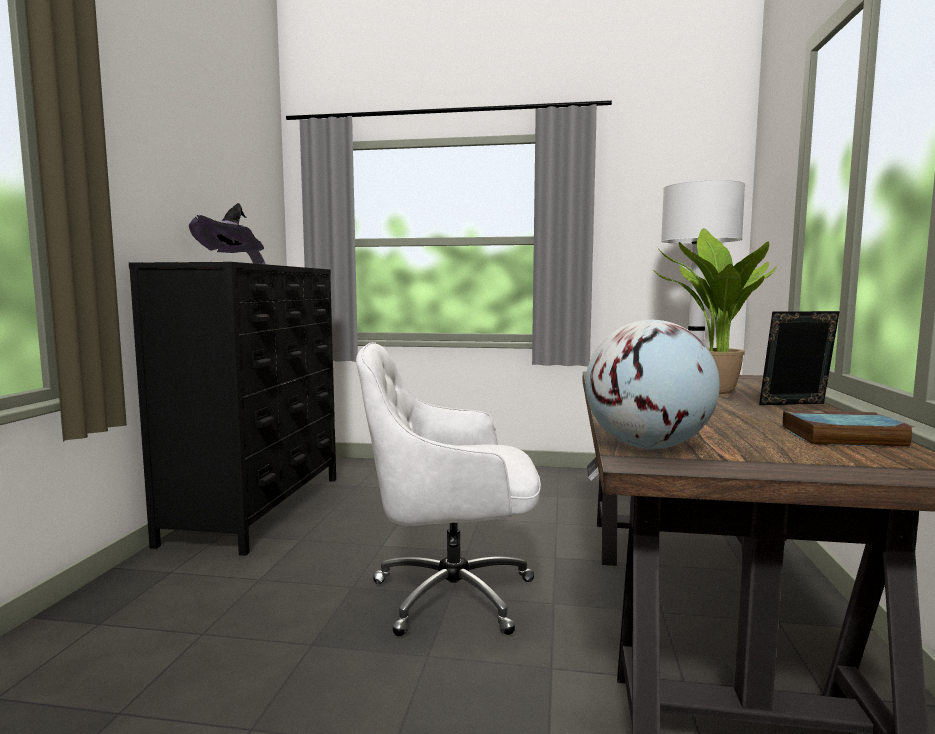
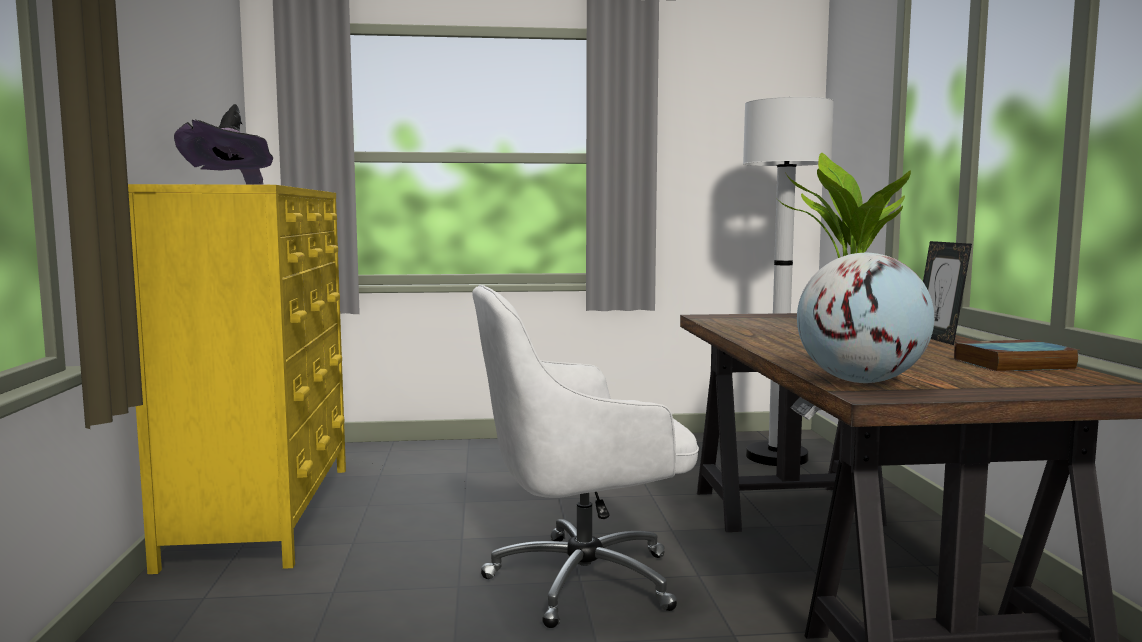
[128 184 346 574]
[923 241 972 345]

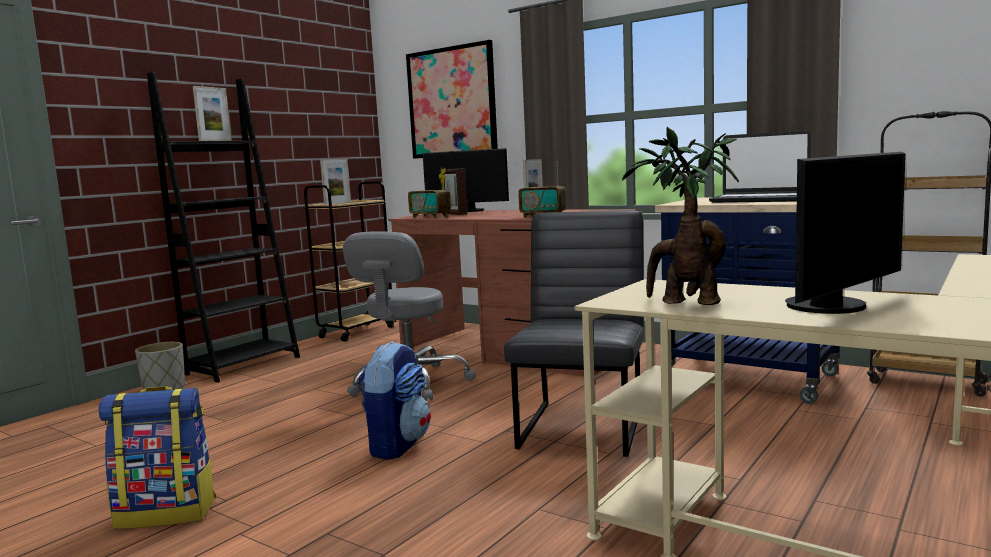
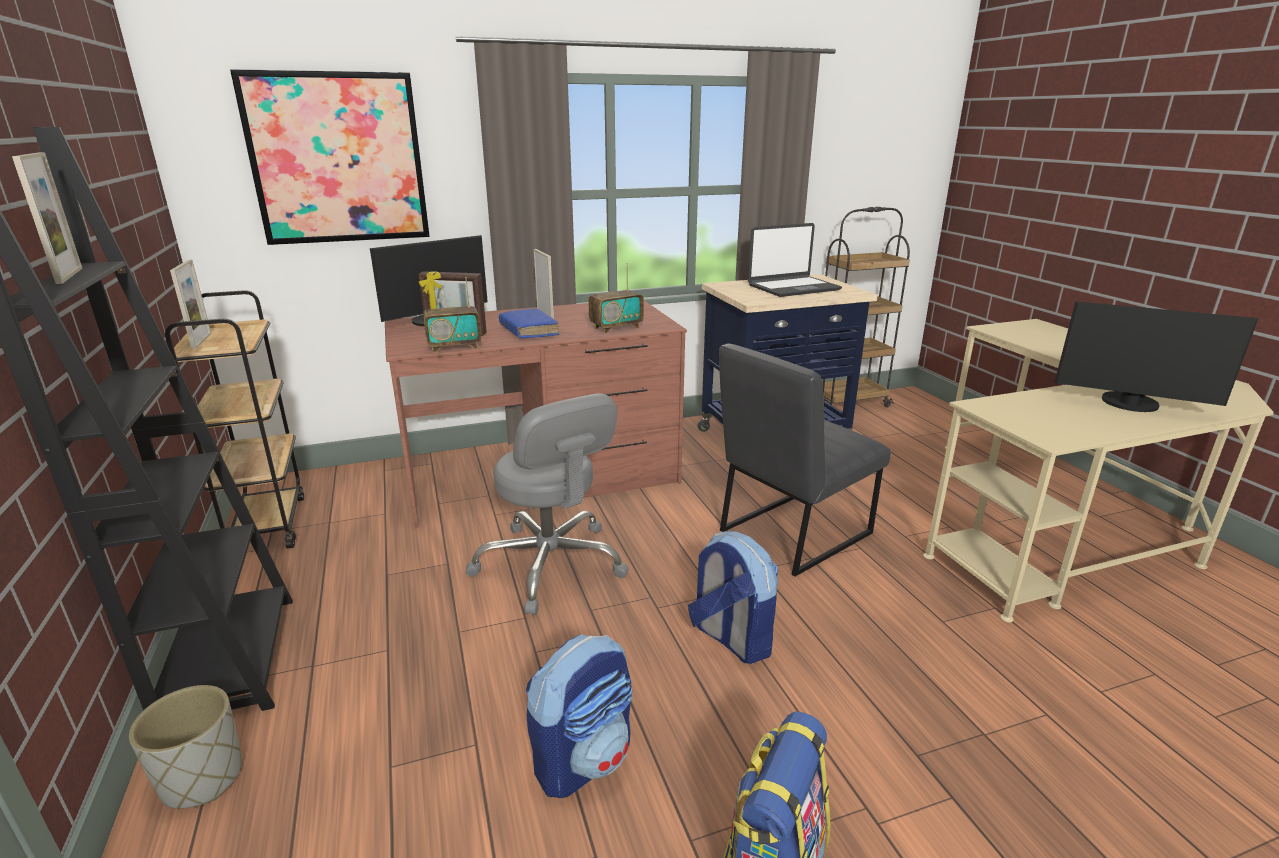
[622 127 739 305] (first image)
[1054 301 1259 412]
[719 344 891 576]
[499 308 559 338]
[526 634 633 798]

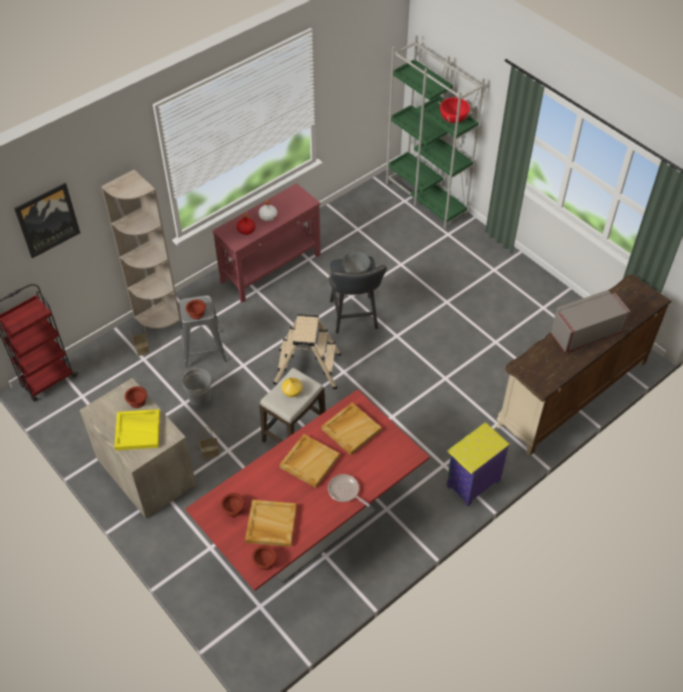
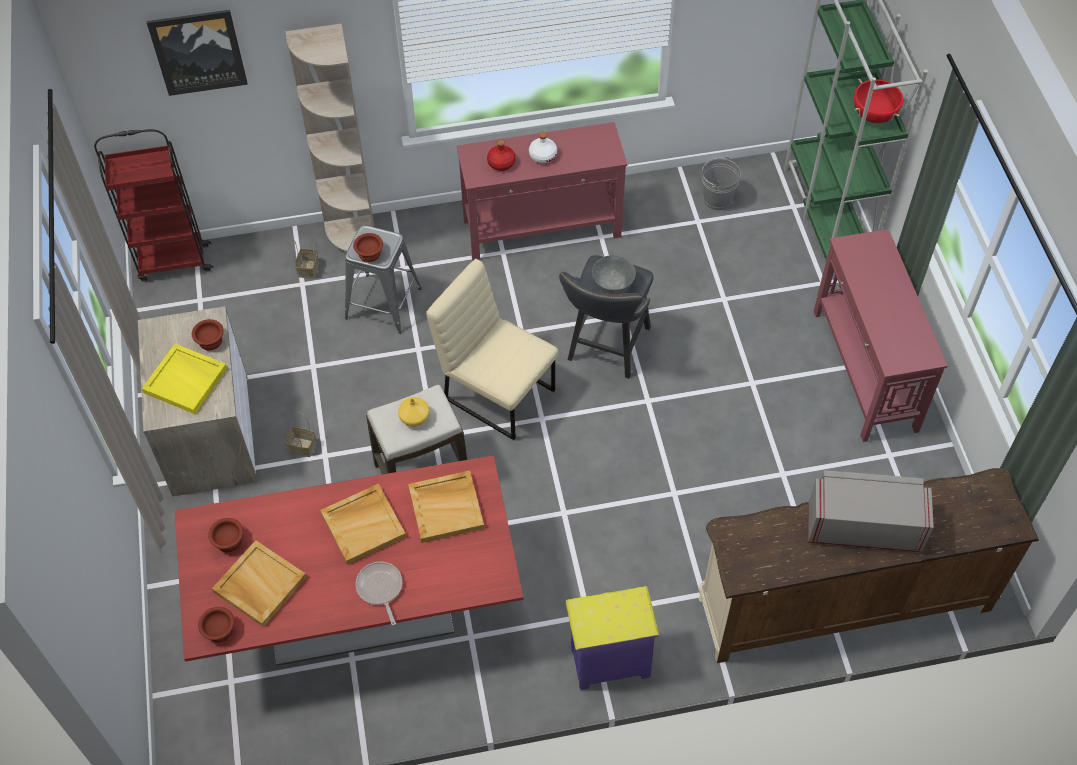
[426 259 558 440]
[702 156 741 210]
[814 229 947 442]

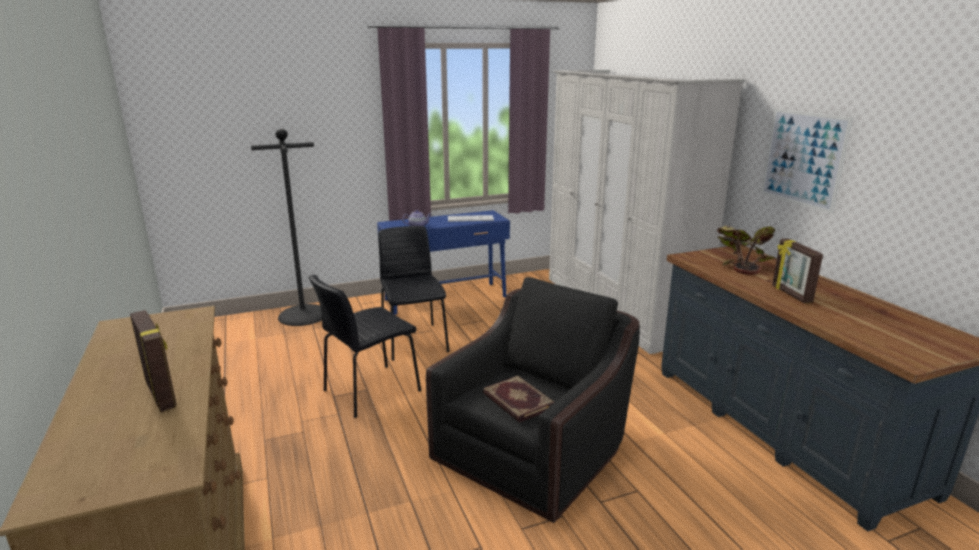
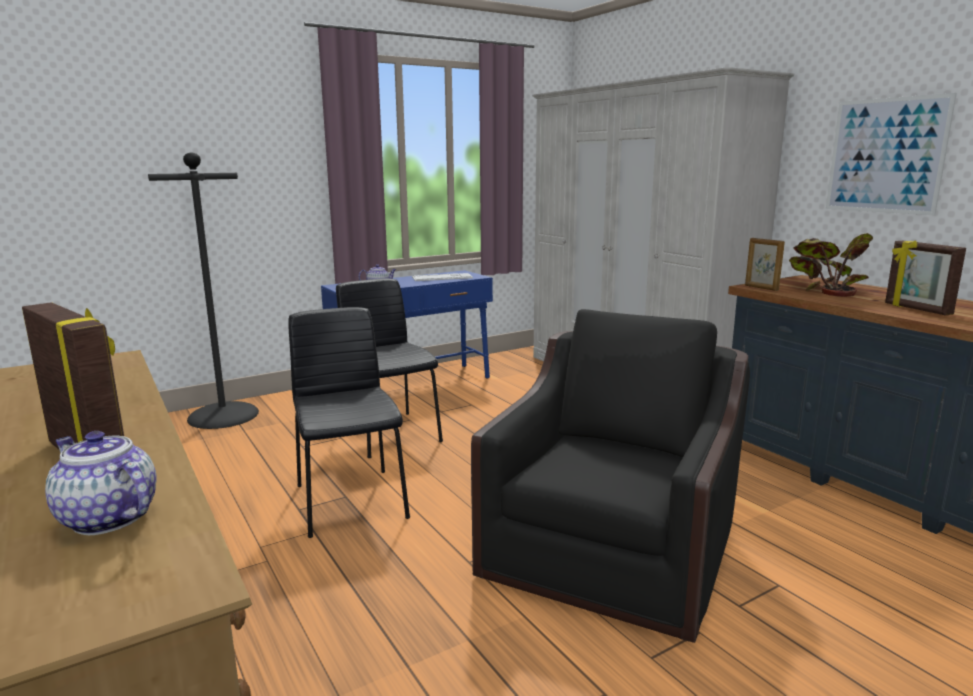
[288 307 410 538]
[483 376 554 422] (first image)
[745 238 785 291]
[45 431 157 535]

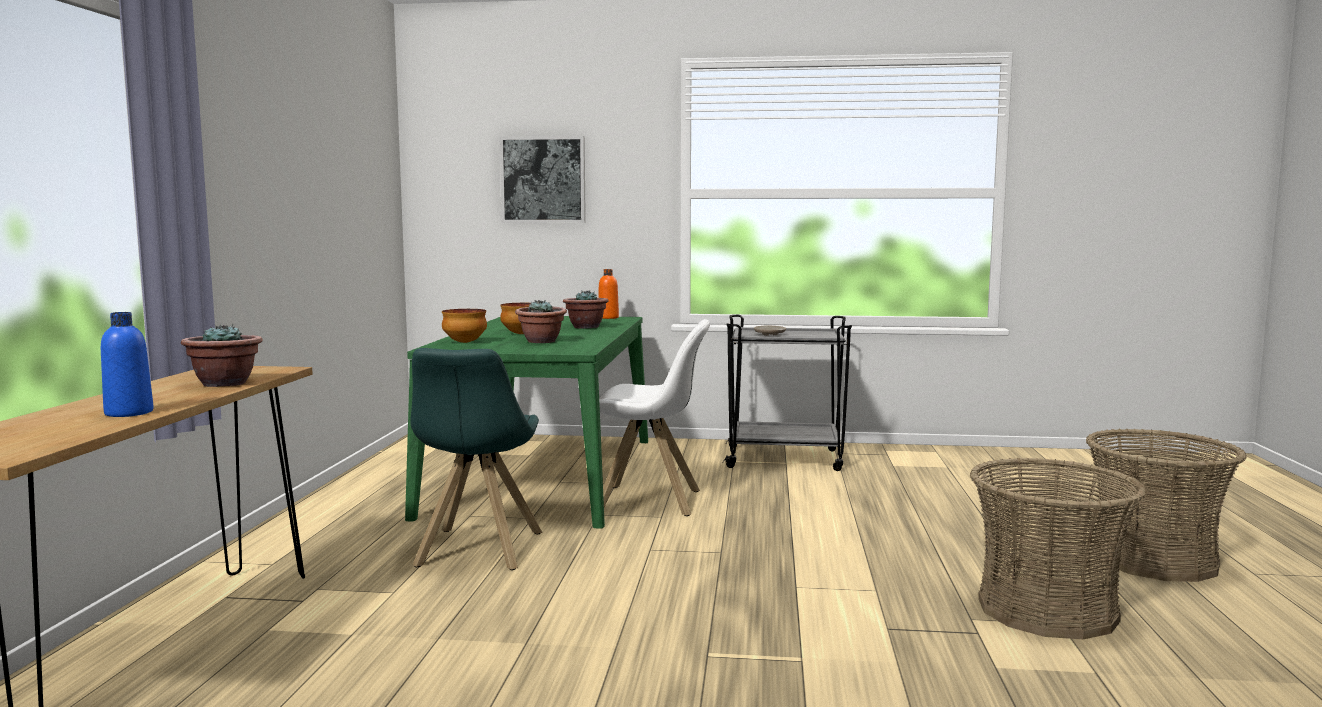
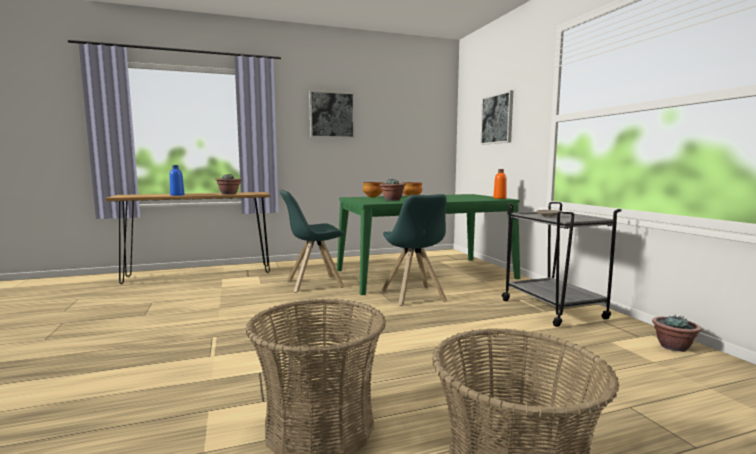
[652 314 702 352]
[382 194 447 306]
[309 90 355 138]

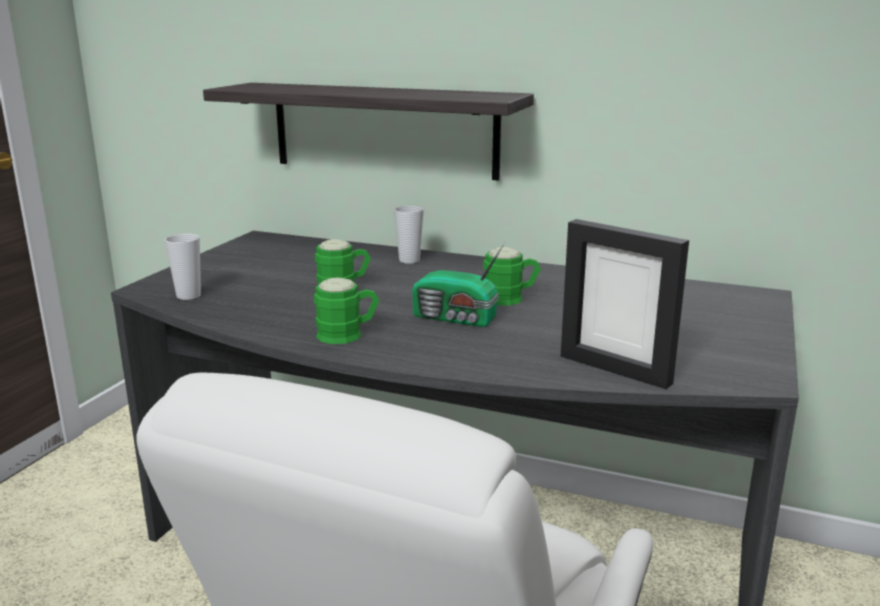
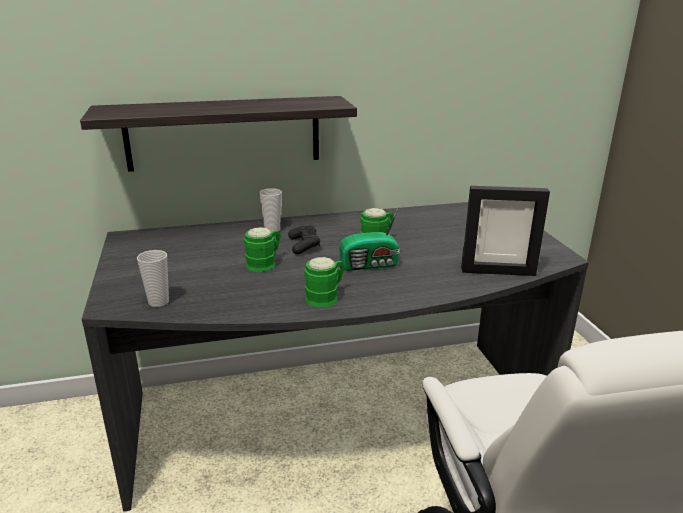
[288 225 320 255]

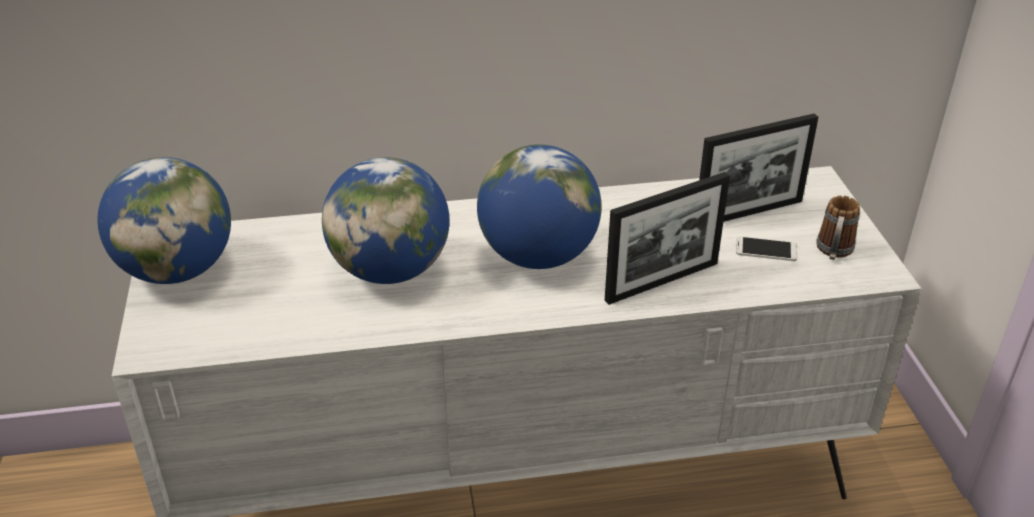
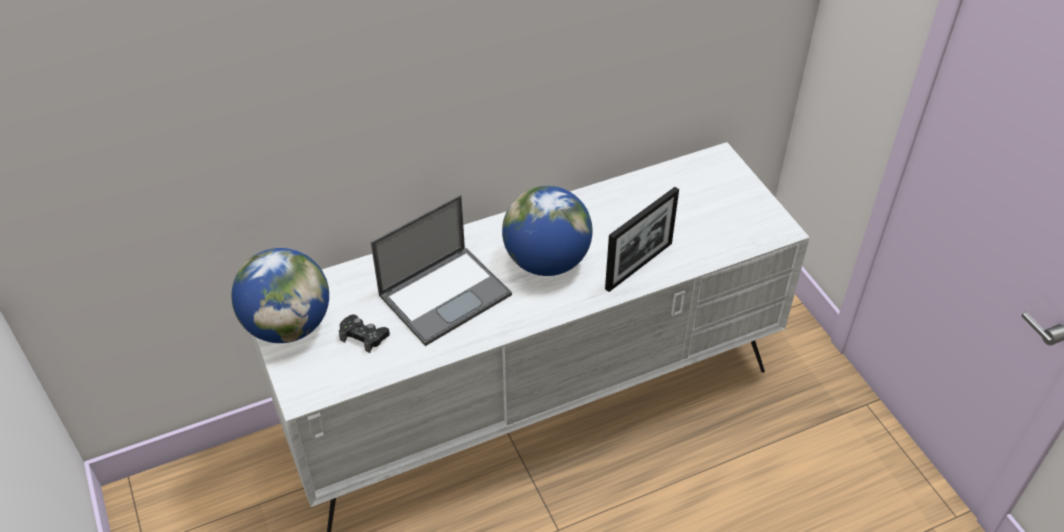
[699 114 818 222] (first image)
[371 195 512 346]
[816 196 860 260] (first image)
[736 236 797 261] (first image)
[339 314 390 353]

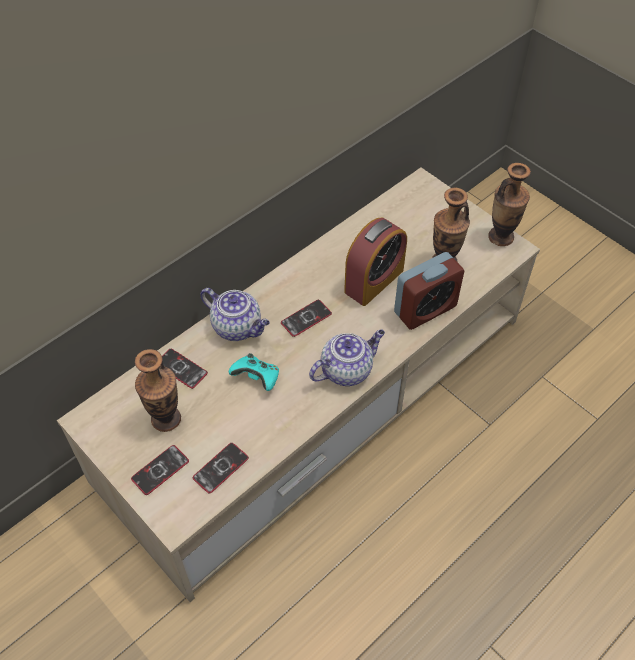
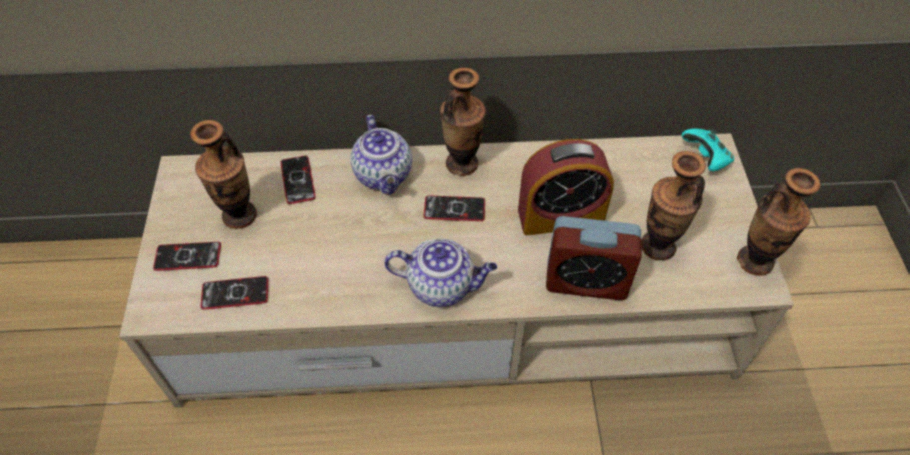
[682 129 734 171]
[440 68 486 176]

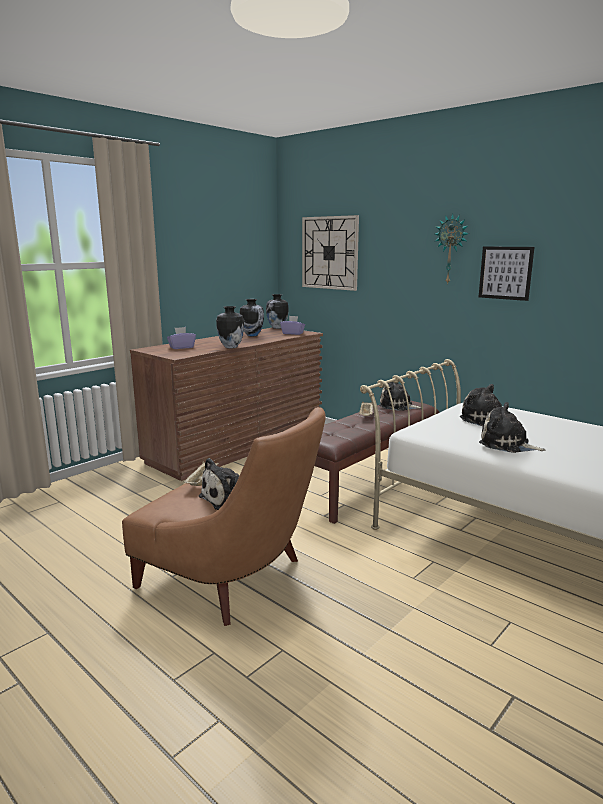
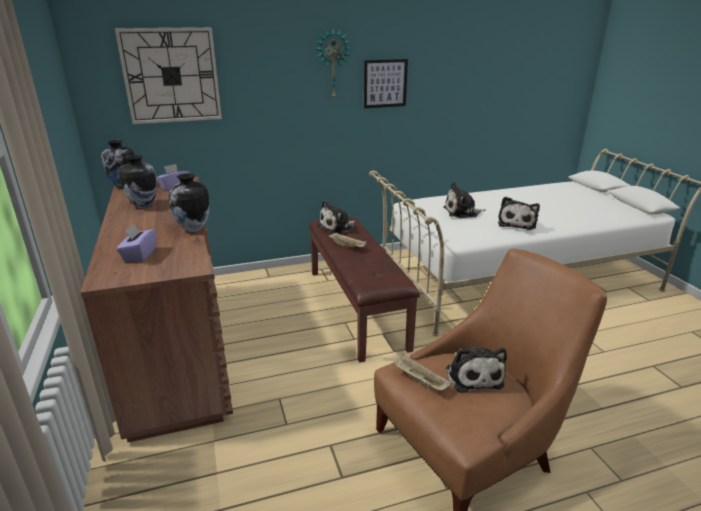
[498 197 540 230]

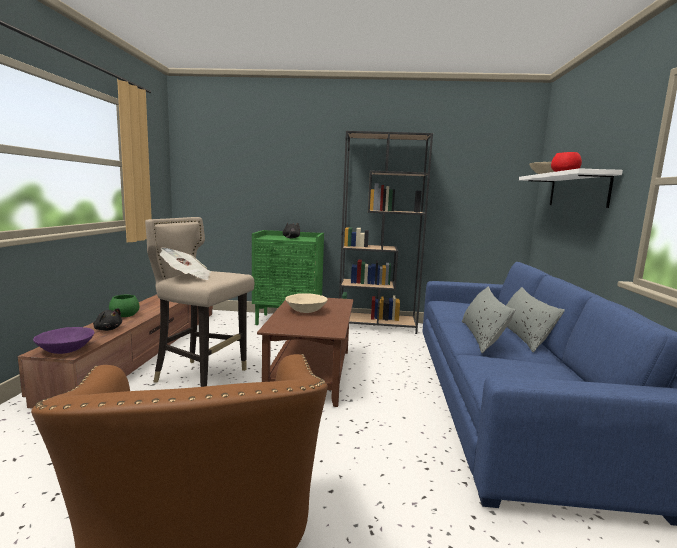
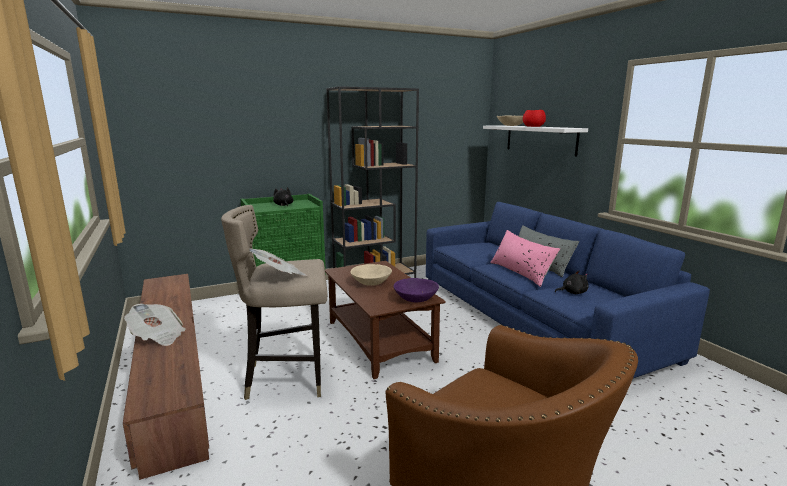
[490 230 560 287]
[124 304 186 346]
[555 270 589 294]
[394 278 439 302]

